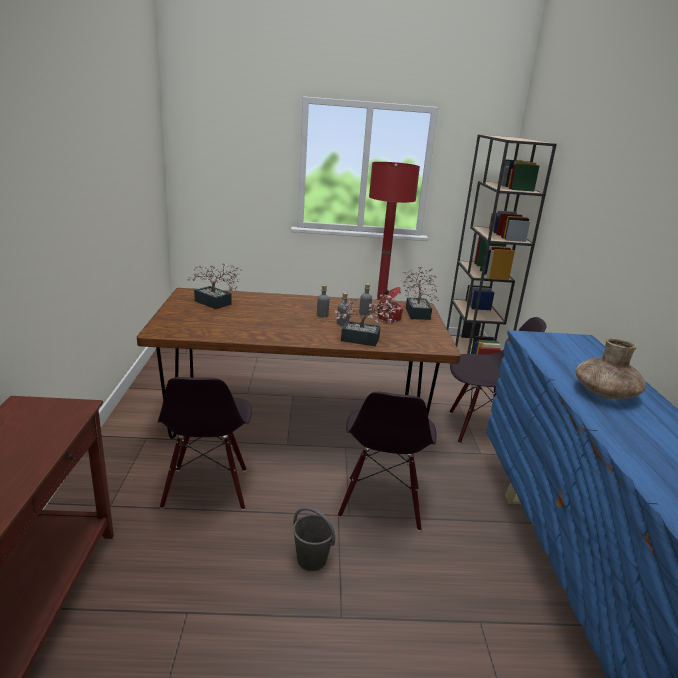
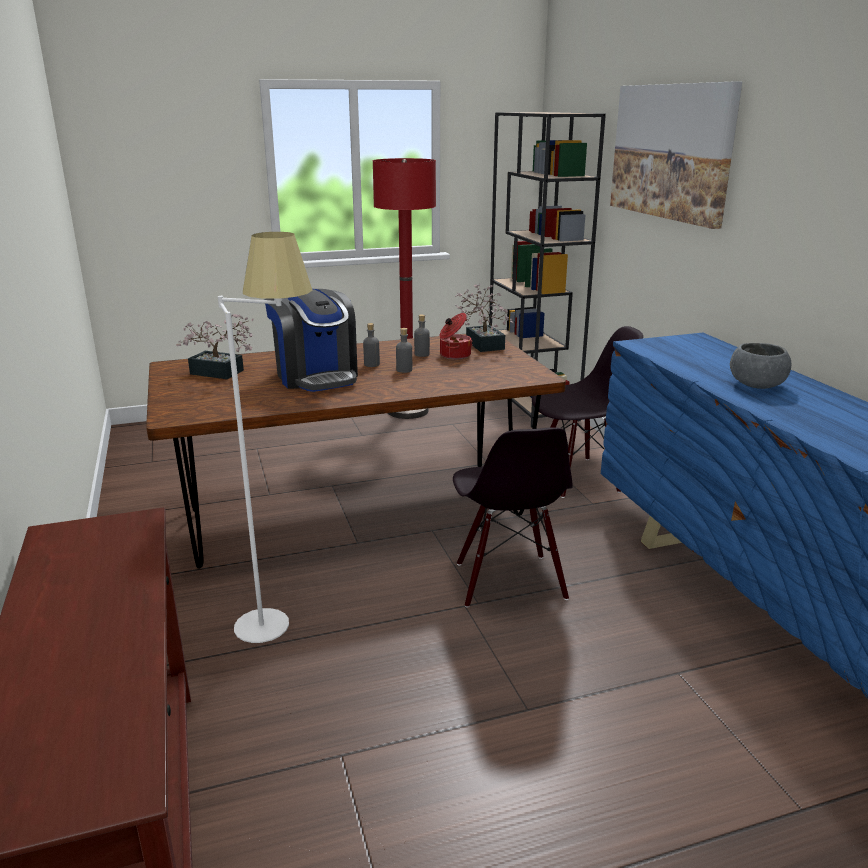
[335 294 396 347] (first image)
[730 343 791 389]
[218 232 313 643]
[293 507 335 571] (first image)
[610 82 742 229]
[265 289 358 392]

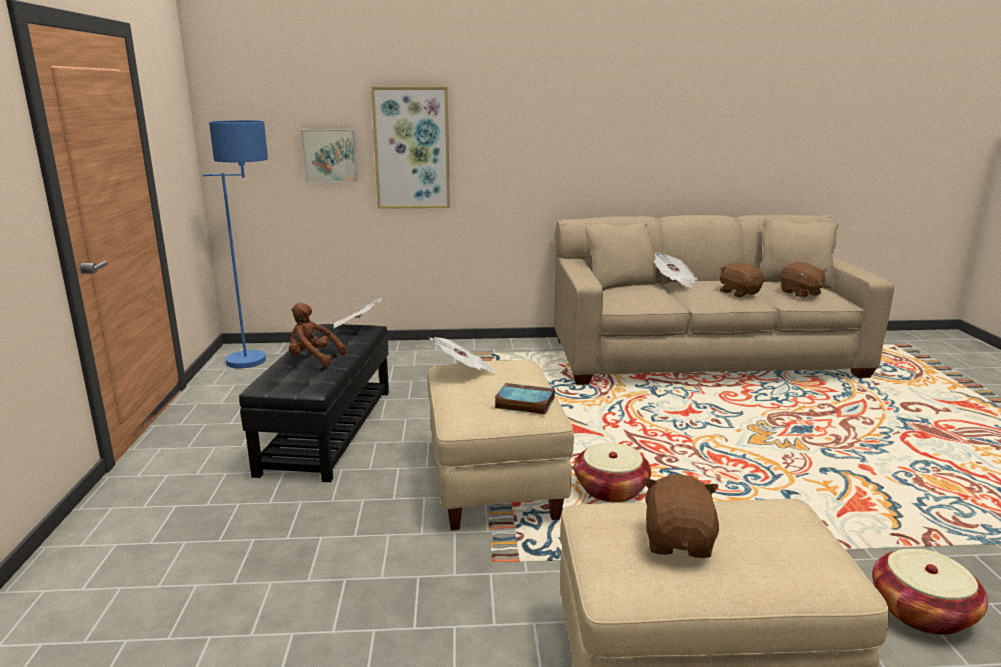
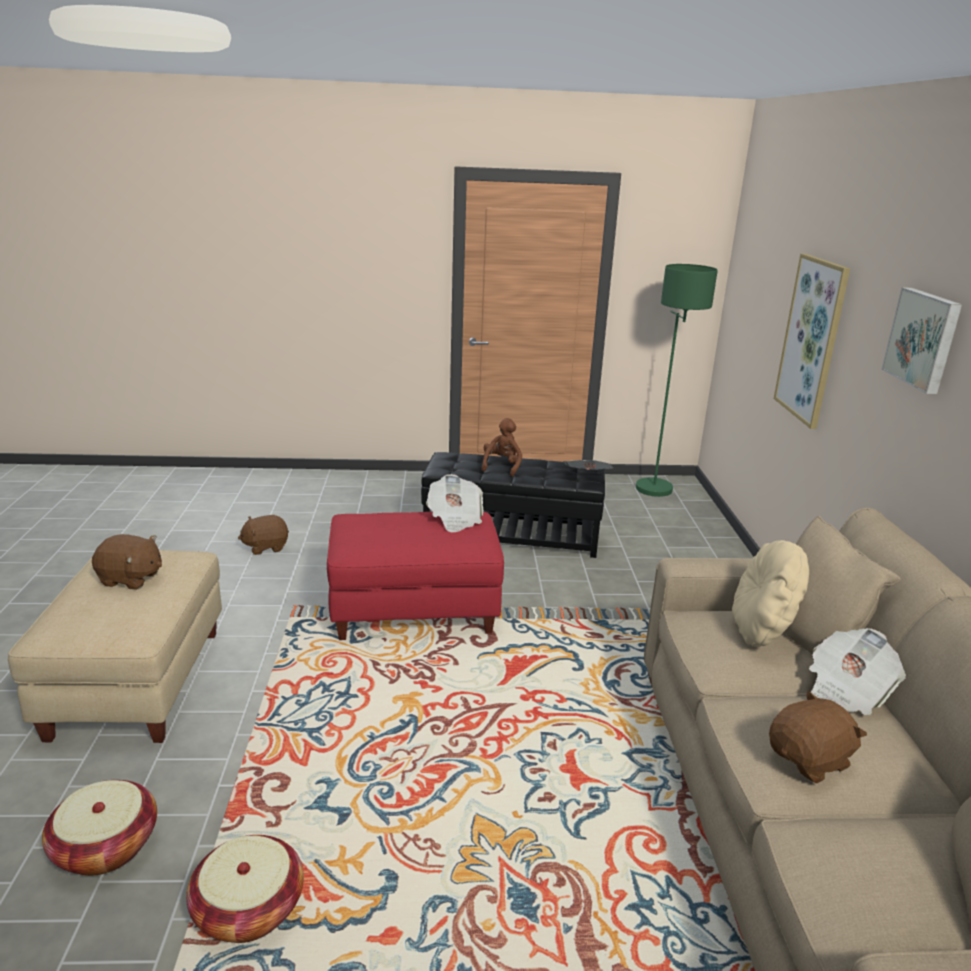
[636 264 718 497]
[881 287 962 394]
[238 515 289 555]
[327 512 504 640]
[494 383 555 415] (first image)
[186 835 304 943]
[732 540 809 647]

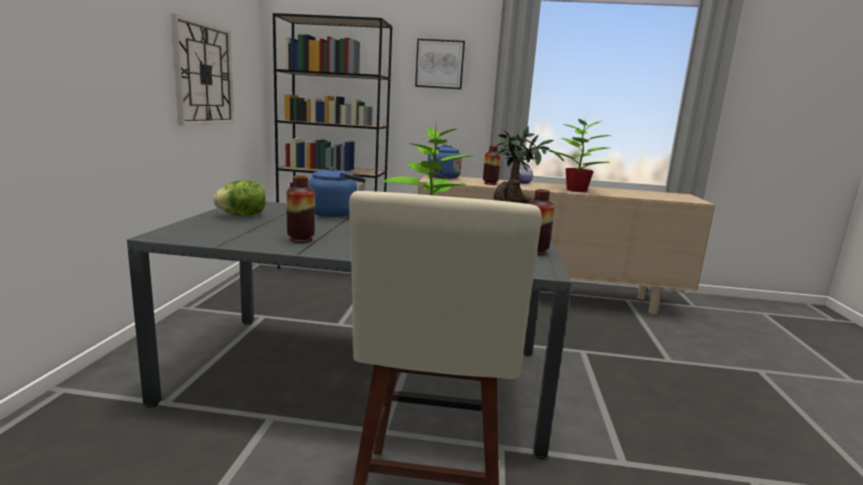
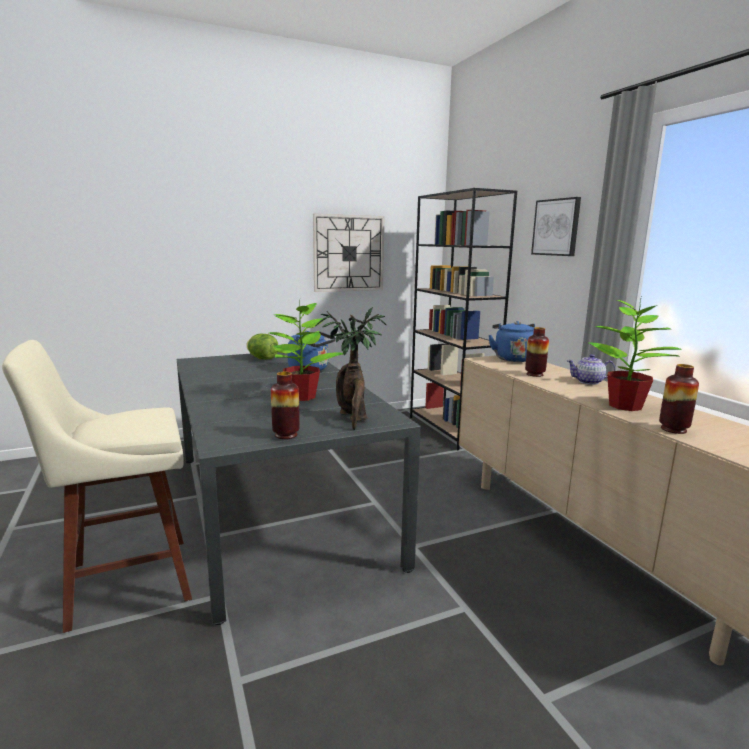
[659 364 699 434]

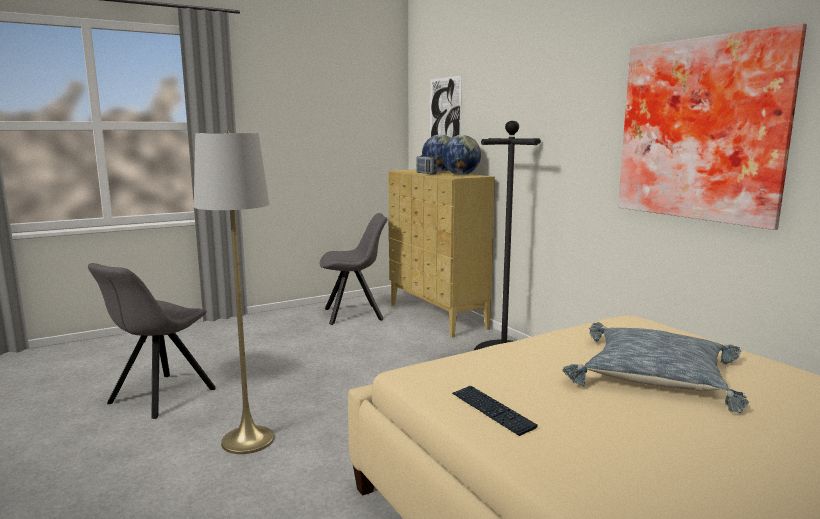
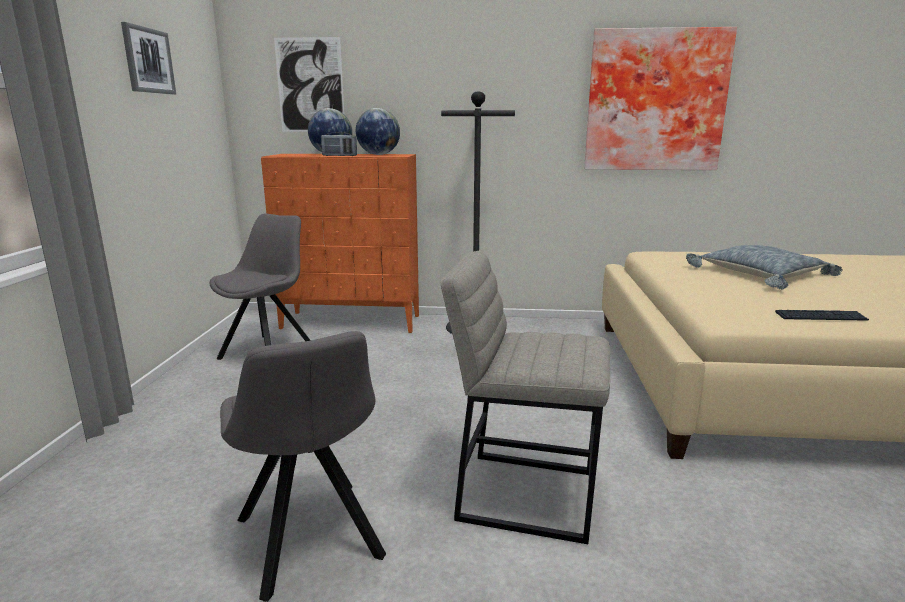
[441 251 610 544]
[261 154 419 333]
[121 22 176 95]

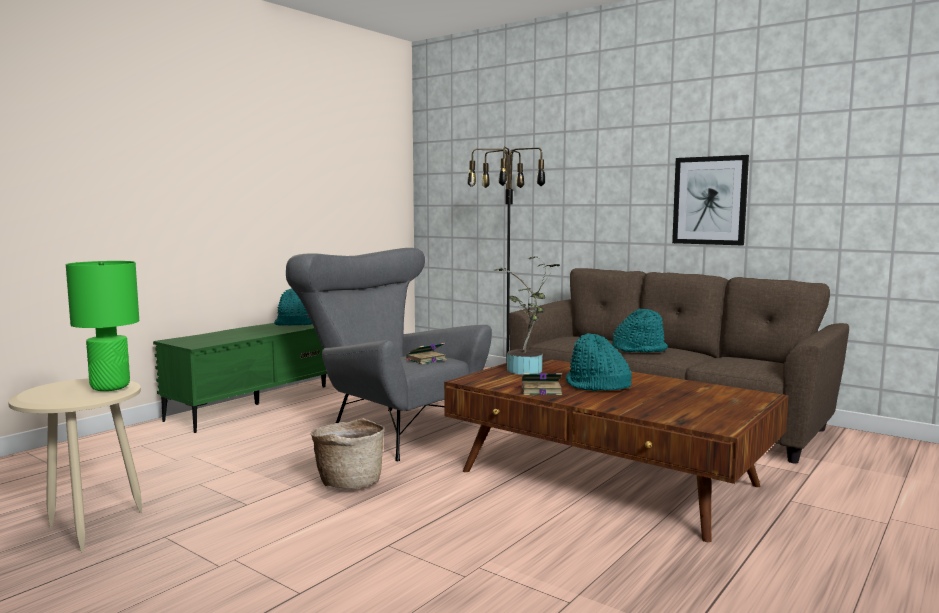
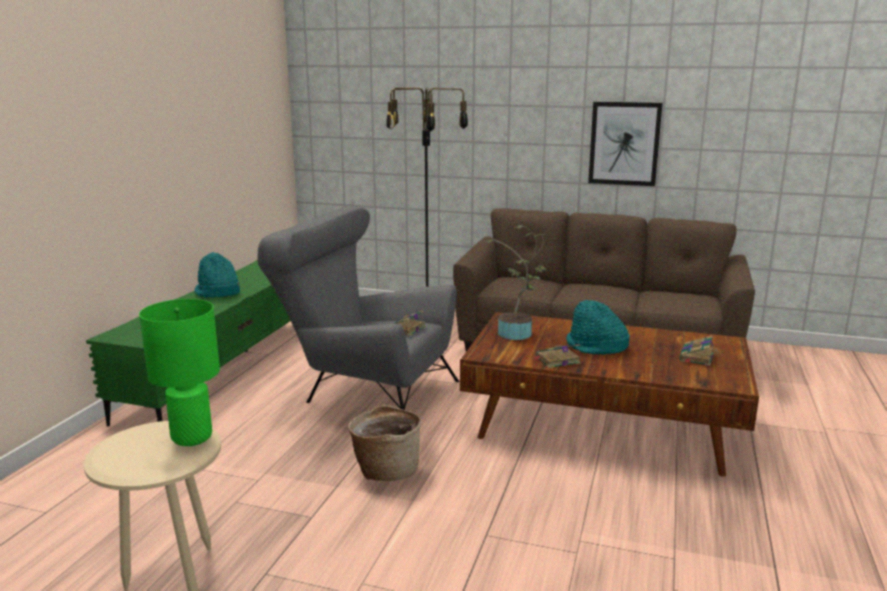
[612 309 668 353] (first image)
[679 335 714 366]

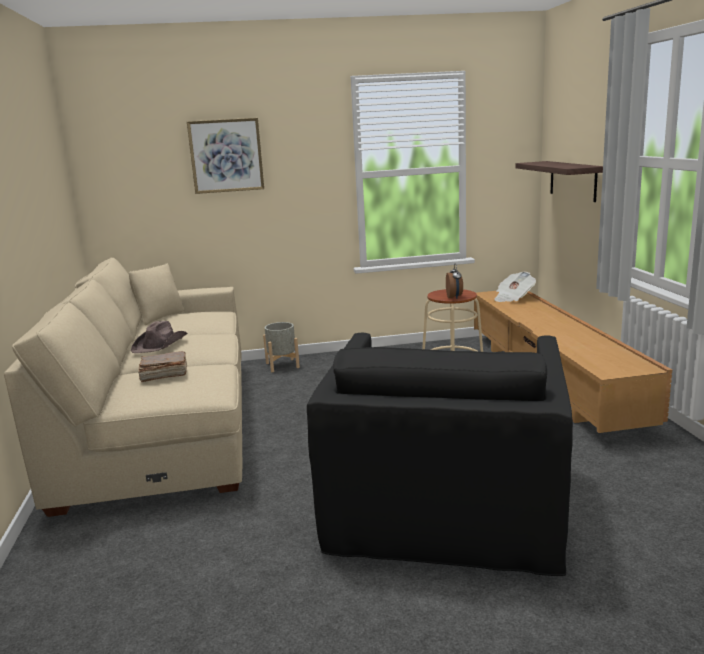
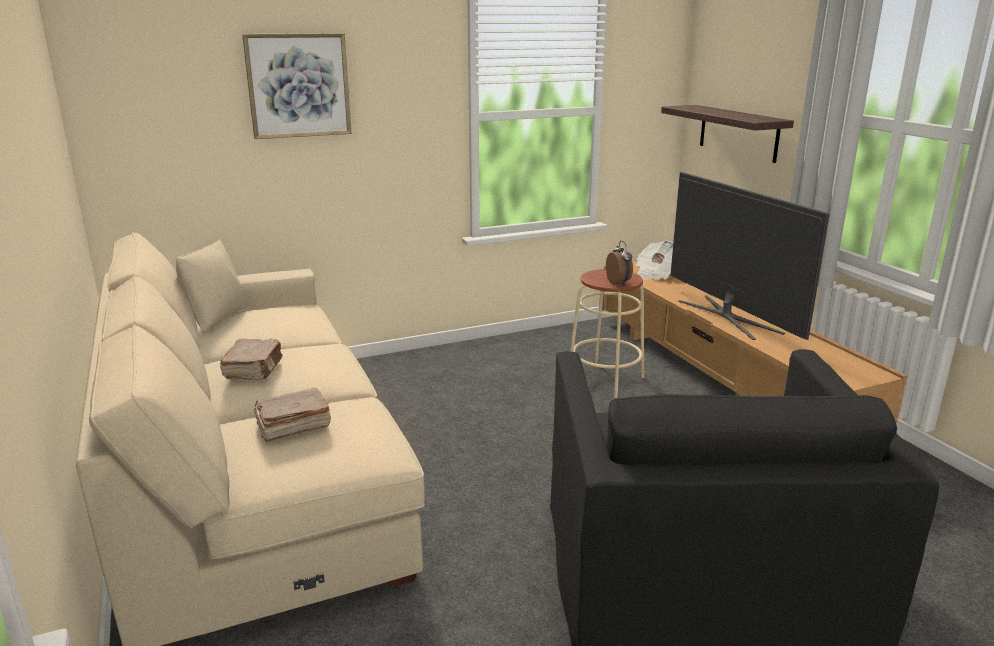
[220 339 283 380]
[263 322 300 372] (first image)
[670 171 830 340]

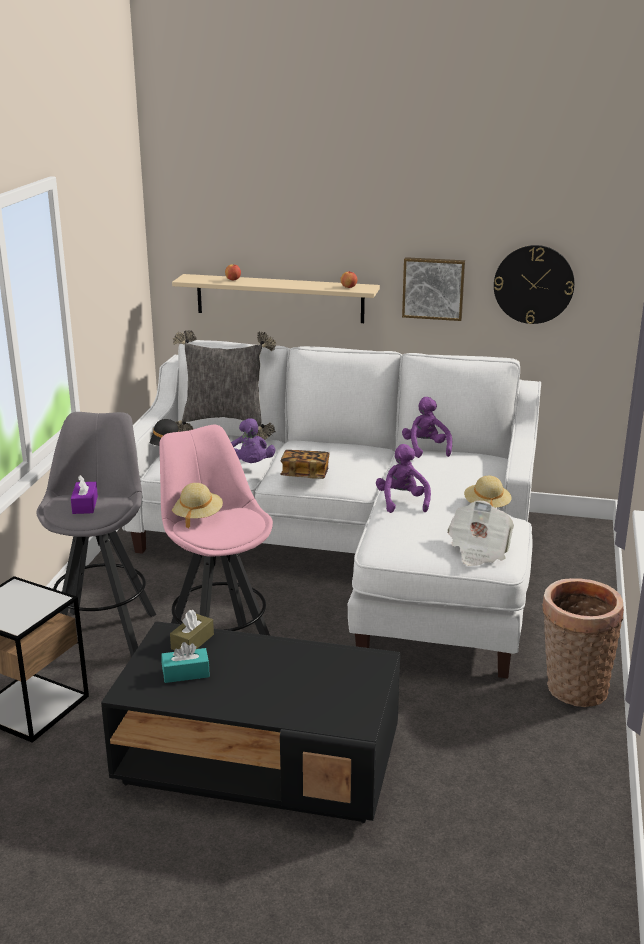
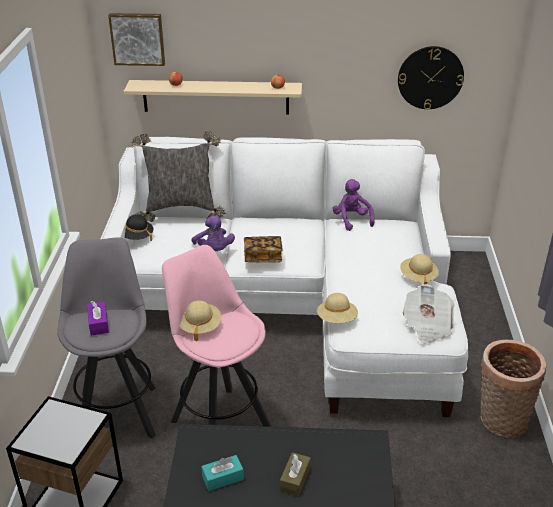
[108 13 165 66]
[376 444 431 513] (first image)
[280 452 311 496]
[317 293 358 323]

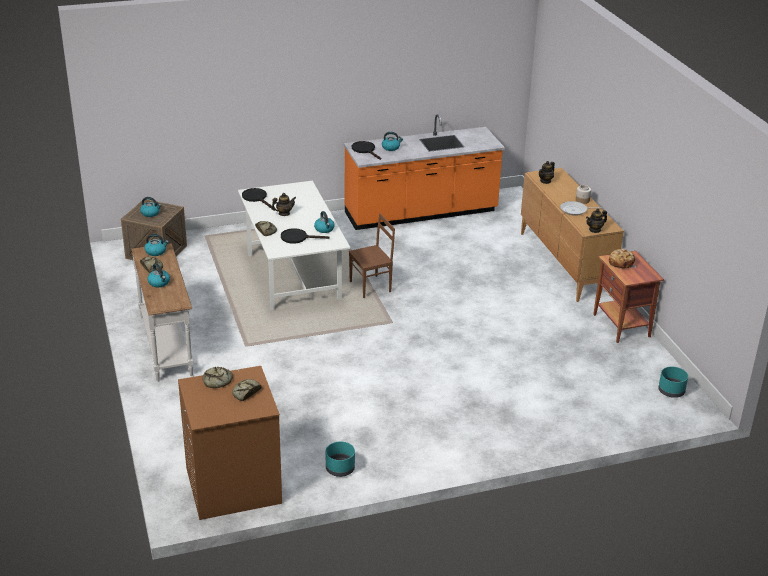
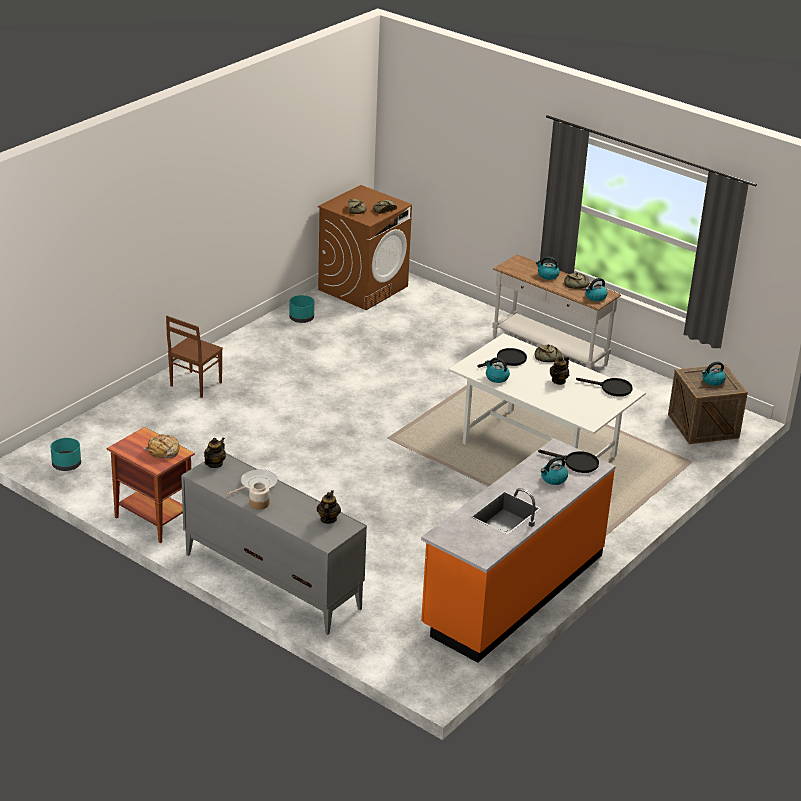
[181 453 367 635]
[166 316 223 398]

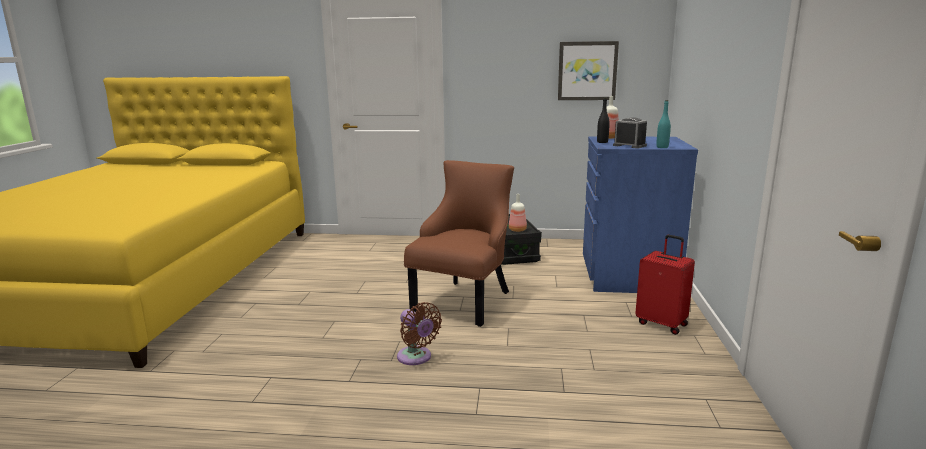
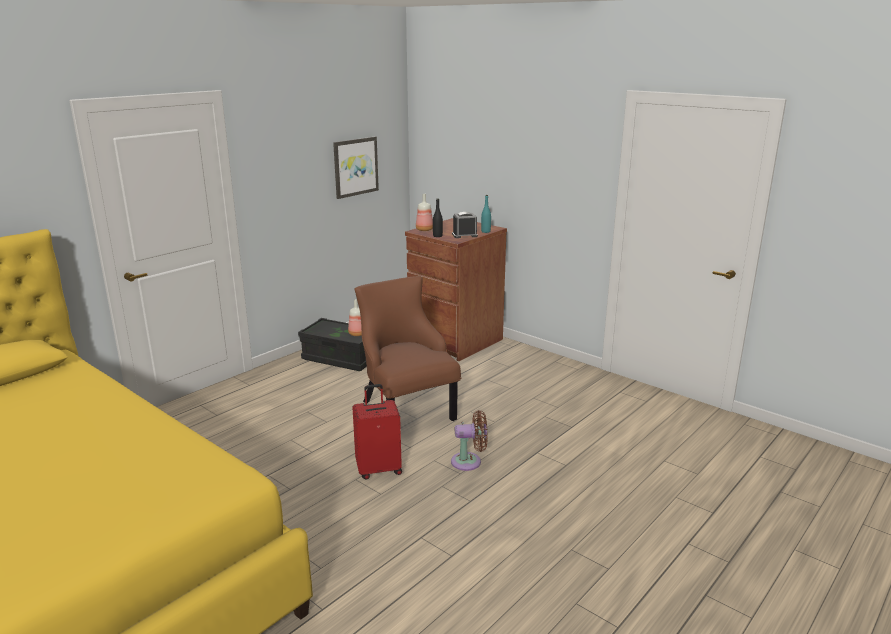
[405 218 507 361]
[352 384 402 479]

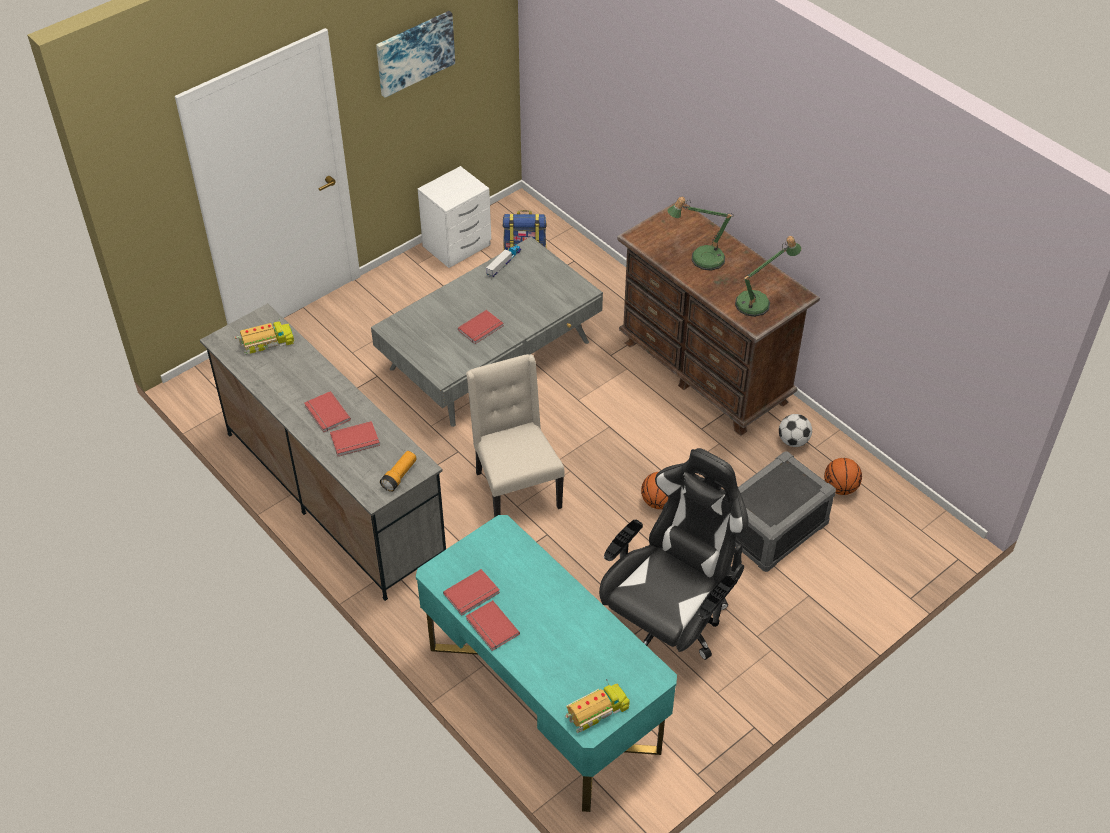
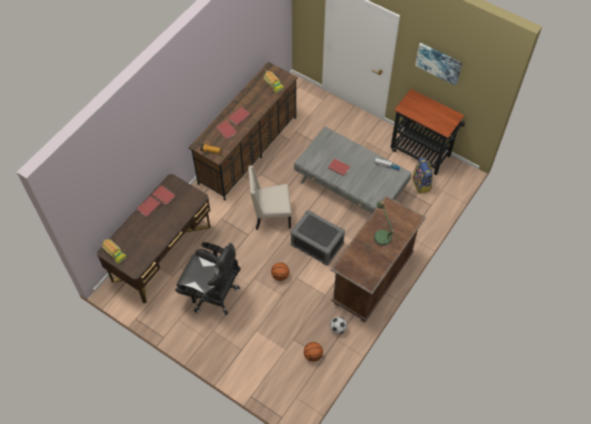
[391 89 465 175]
[735 236 801 317] (first image)
[188 62 298 201]
[248 166 292 230]
[291 210 345 266]
[97 174 210 303]

